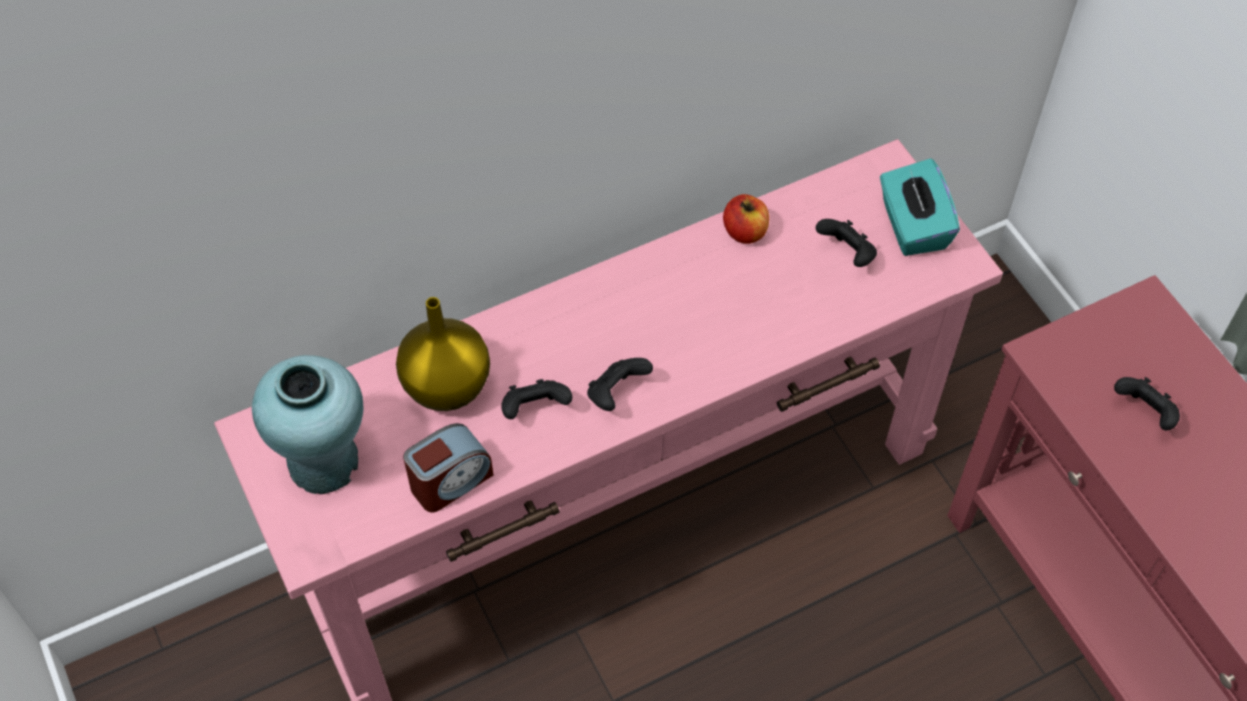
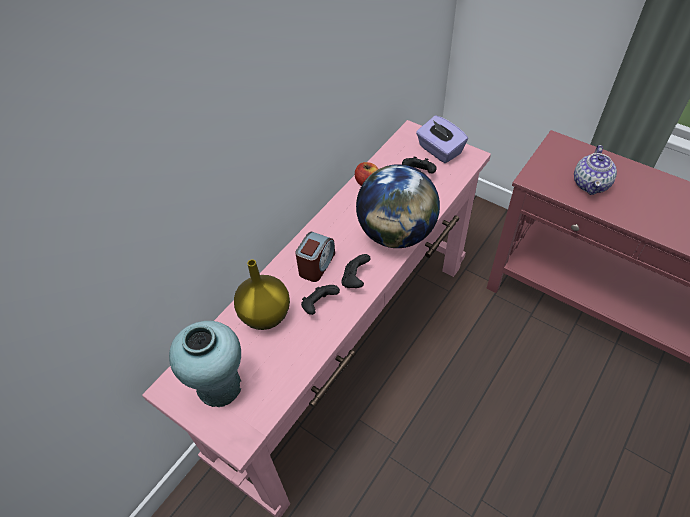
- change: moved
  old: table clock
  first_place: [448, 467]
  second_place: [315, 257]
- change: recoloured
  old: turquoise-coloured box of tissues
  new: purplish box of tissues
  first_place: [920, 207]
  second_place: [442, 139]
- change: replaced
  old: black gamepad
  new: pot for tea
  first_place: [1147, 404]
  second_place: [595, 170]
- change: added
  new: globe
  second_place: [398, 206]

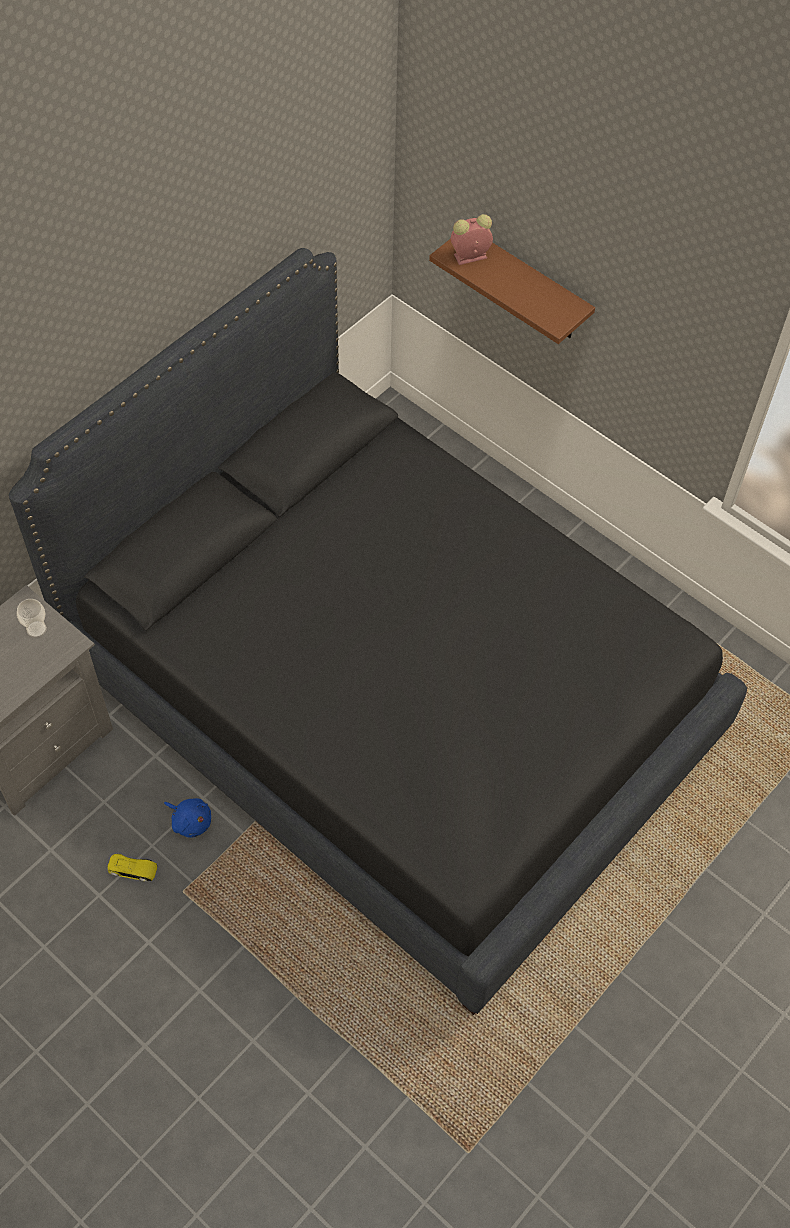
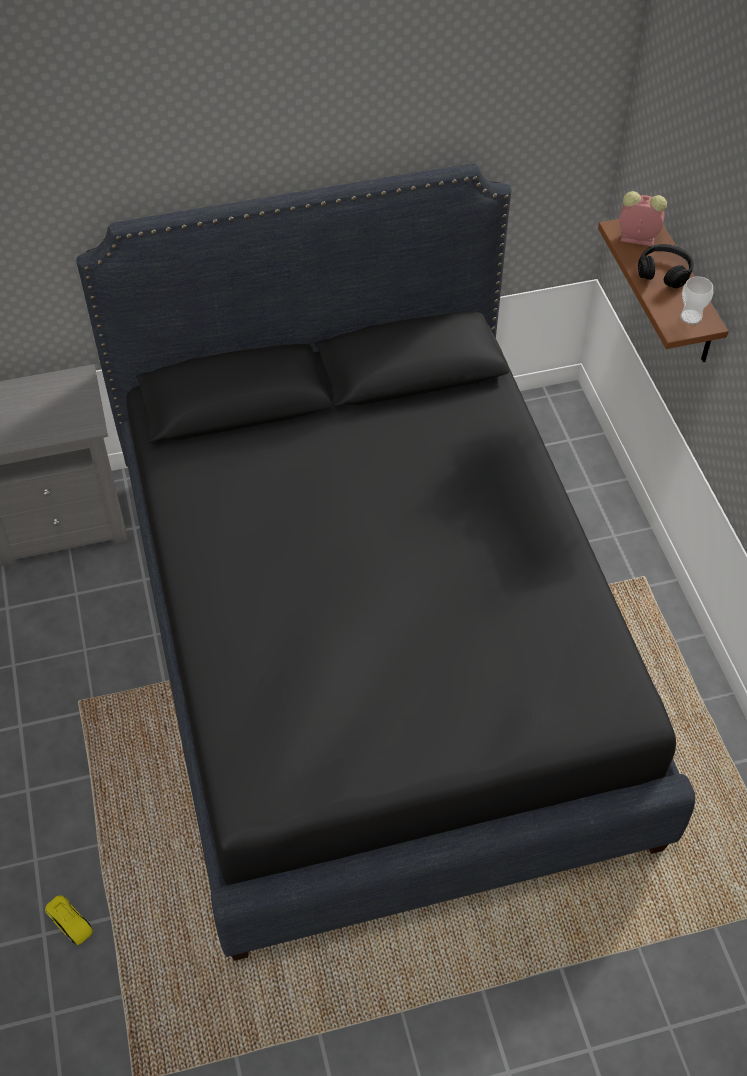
- change: moved
  old: drinking cup
  first_place: [32, 618]
  second_place: [696, 300]
- change: moved
  old: yellow model car
  first_place: [132, 867]
  second_place: [69, 920]
- change: removed
  old: blue-coloured soft toy
  first_place: [187, 817]
- change: added
  new: black pair of headphones
  second_place: [665, 266]

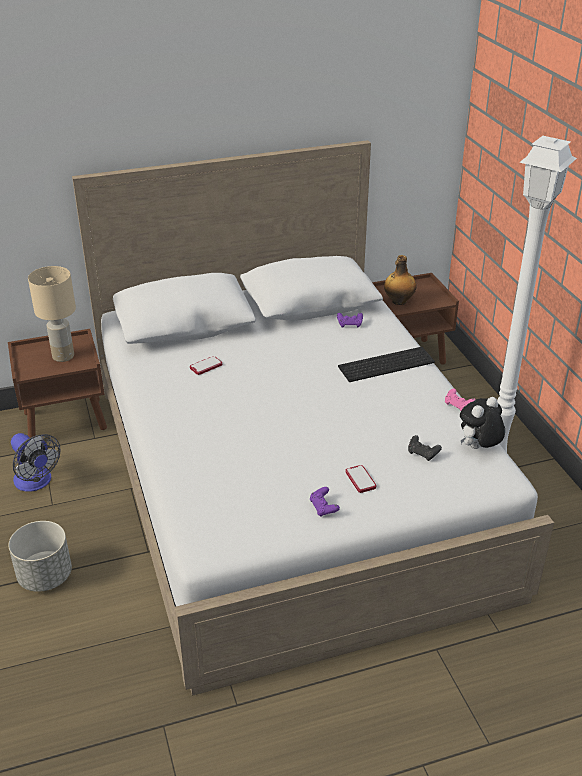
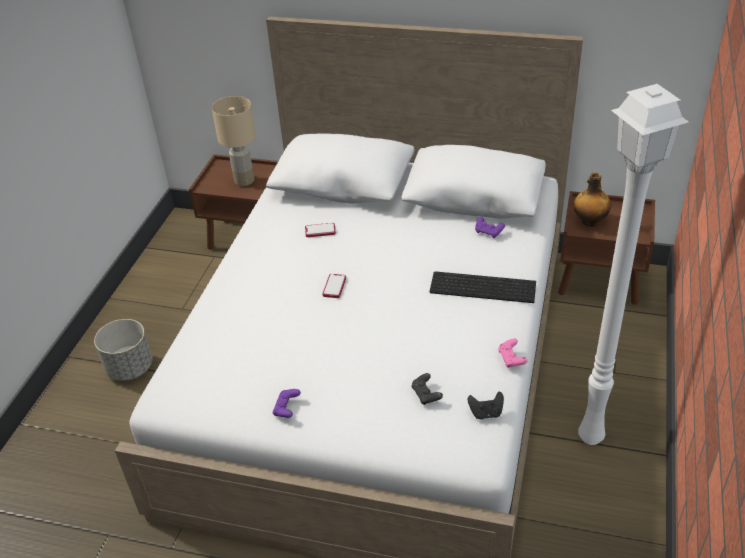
- change: removed
  old: cooling fan
  first_place: [36, 462]
- change: moved
  old: telephone
  first_place: [360, 479]
  second_place: [334, 286]
- change: replaced
  old: soft toy
  new: black gamepad
  first_place: [482, 423]
  second_place: [486, 405]

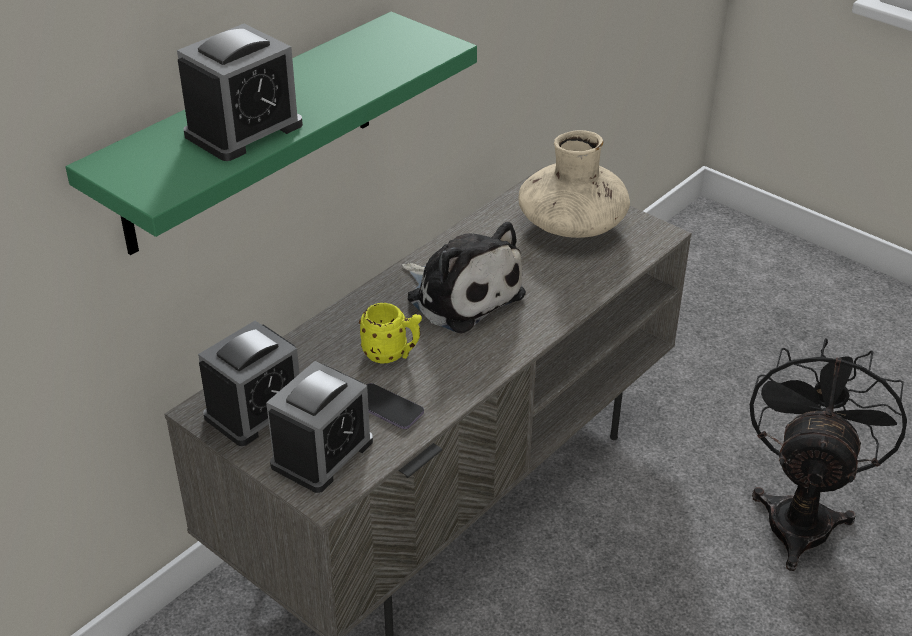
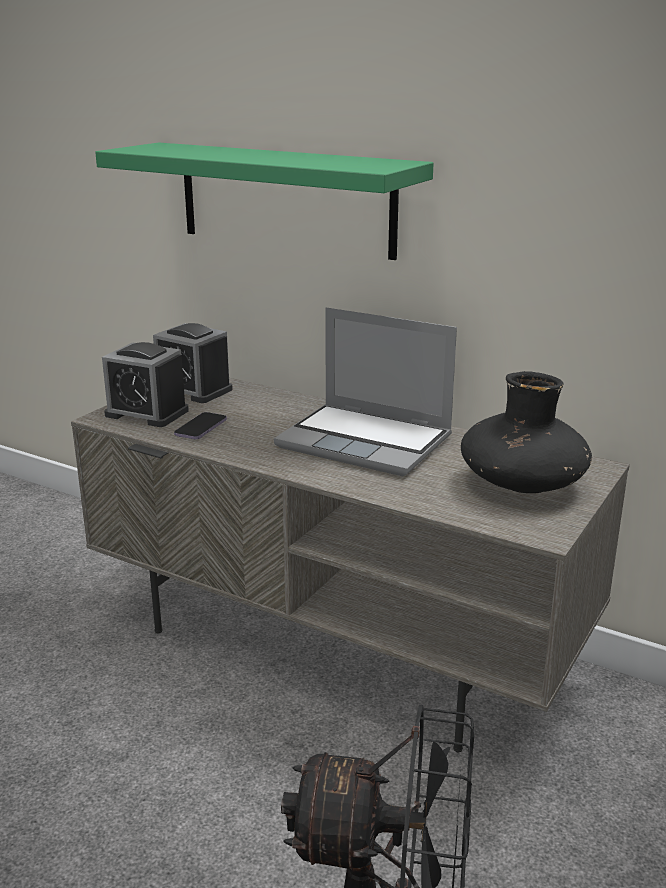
- change: removed
  old: table clock
  first_place: [240, 92]
- change: removed
  old: yellow coffee mug
  first_place: [390, 333]
- change: replaced
  old: soft toy
  new: laptop
  first_place: [464, 278]
  second_place: [365, 392]
- change: recoloured
  old: beige-coloured flower vase
  new: black flower vase
  first_place: [574, 184]
  second_place: [526, 432]

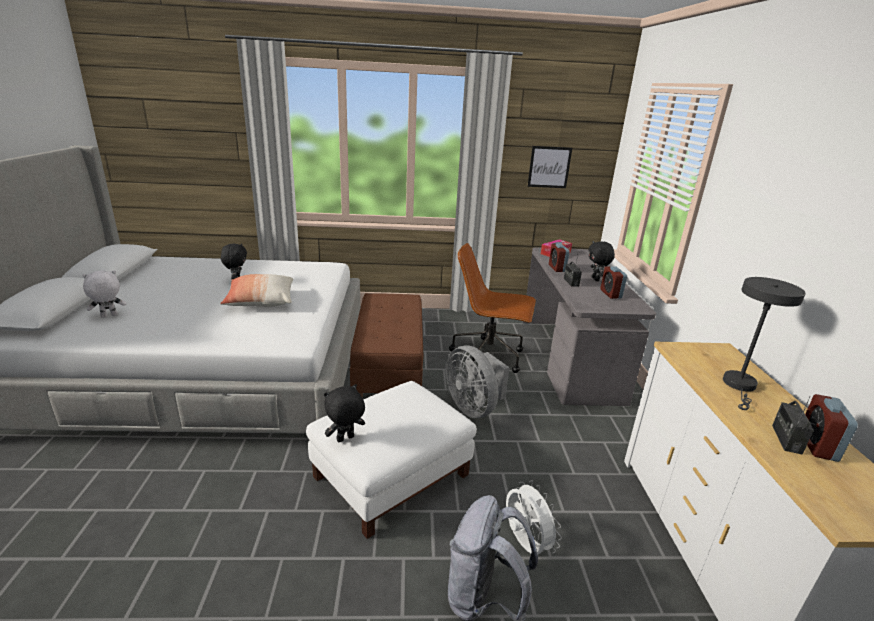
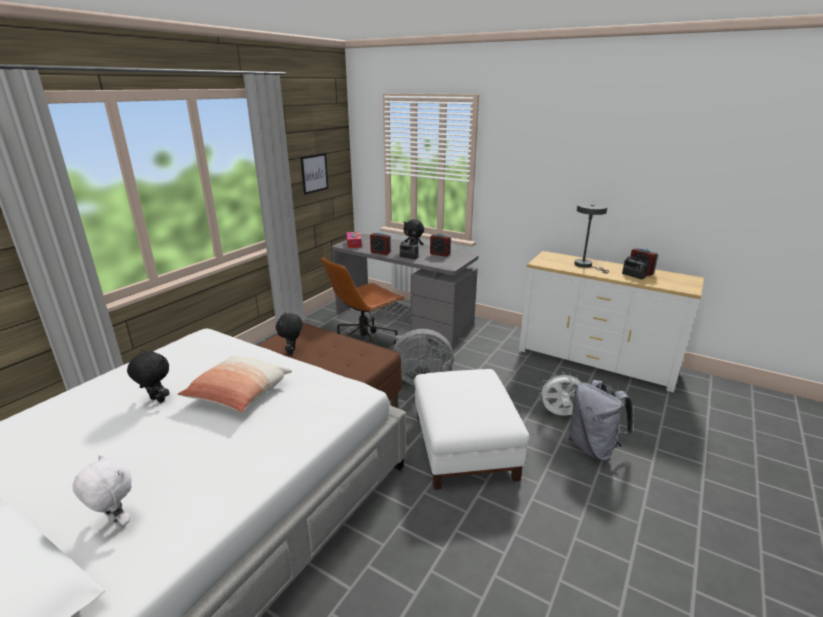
- change: turned
  old: whitish soft toy
  first_place: [104, 294]
  second_place: [102, 492]
  degrees: 120
- change: moved
  old: black soft toy
  first_place: [344, 413]
  second_place: [289, 333]

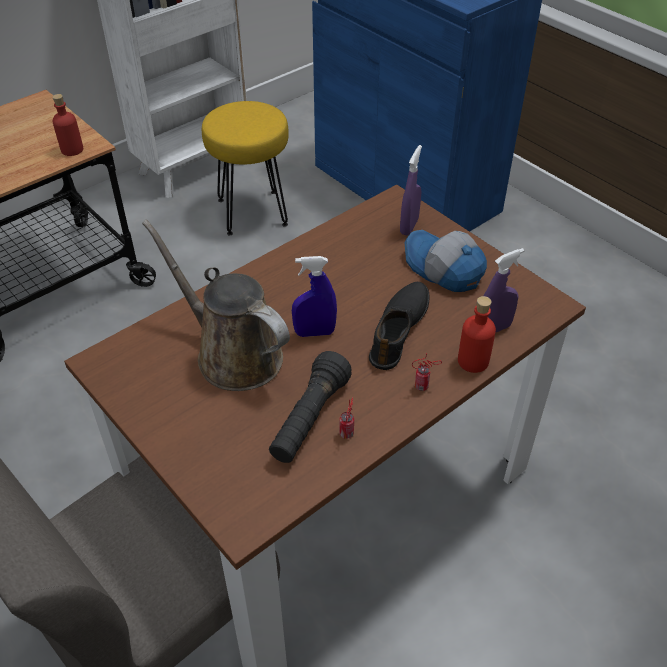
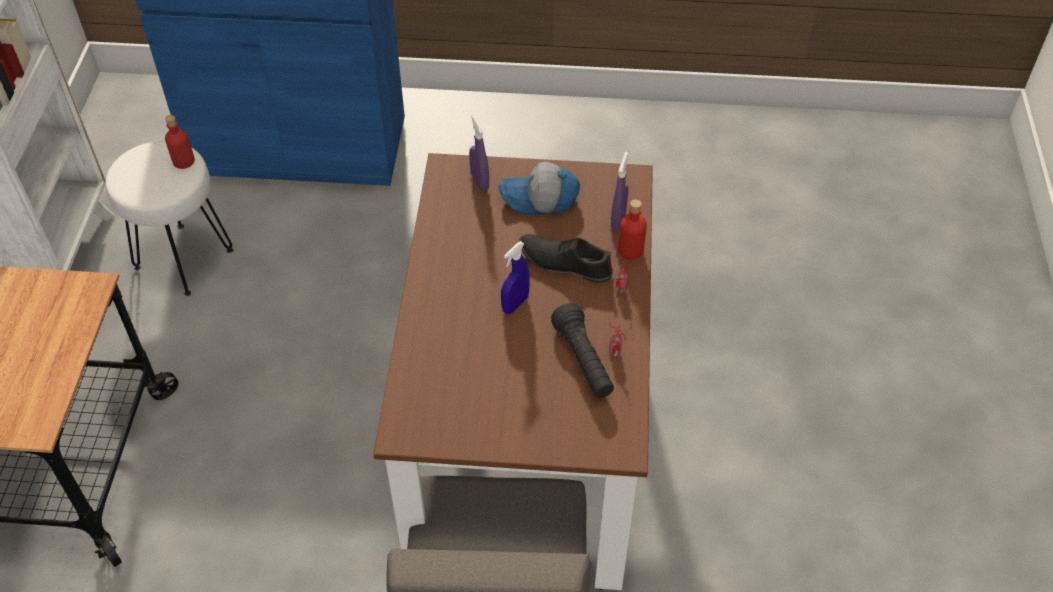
- change: moved
  old: reddish beverage bottle
  first_place: [67, 125]
  second_place: [180, 142]
- change: removed
  old: brown sprinkling can
  first_place: [216, 305]
- change: recoloured
  old: yellow sitting stool
  new: whitish sitting stool
  first_place: [245, 168]
  second_place: [169, 218]
- change: turned
  old: black low shoe
  first_place: [399, 326]
  second_place: [566, 258]
  degrees: -45

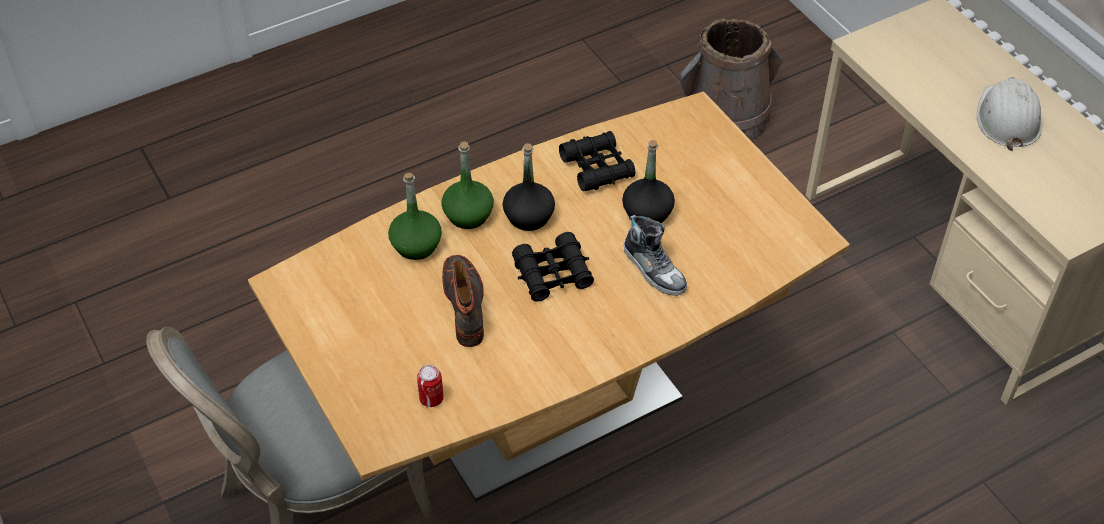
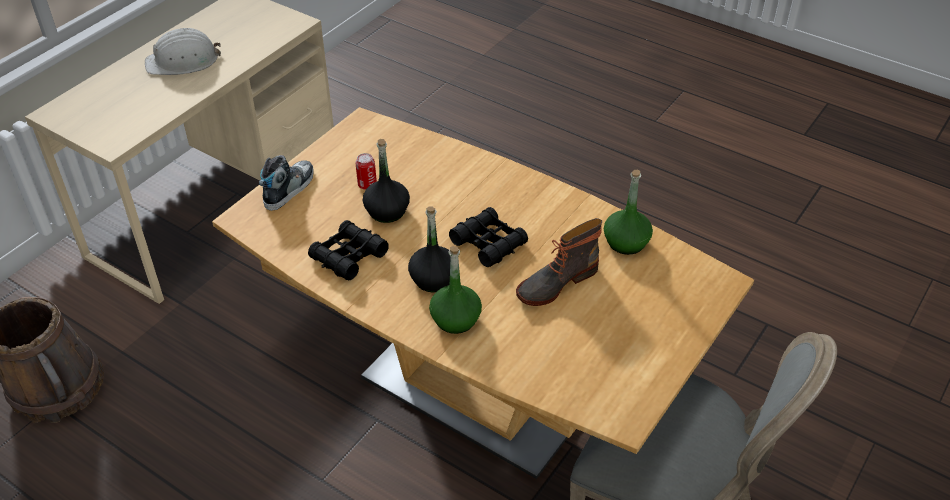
- change: moved
  old: green-coloured beverage bottle
  first_place: [415, 216]
  second_place: [628, 212]
- change: moved
  old: metal can
  first_place: [430, 386]
  second_place: [366, 171]
- change: moved
  old: low shoe
  first_place: [655, 255]
  second_place: [286, 183]

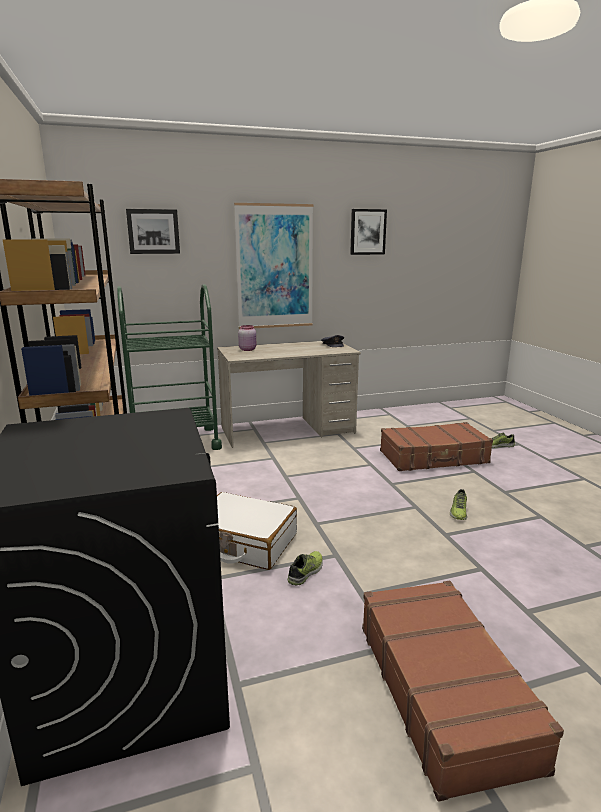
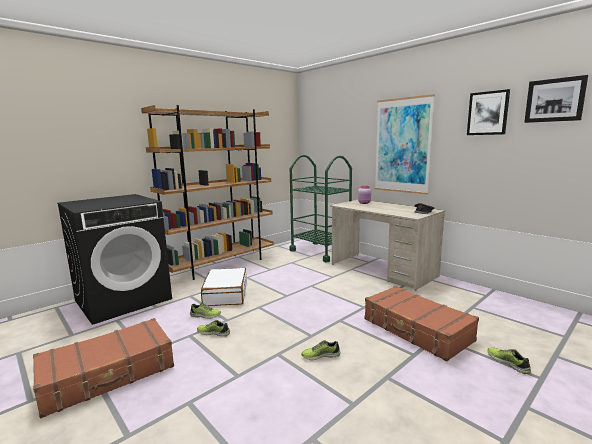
- change: moved
  old: wall picture
  first_place: [153, 231]
  second_place: [556, 99]
- change: added
  new: low shoe
  second_place: [213, 328]

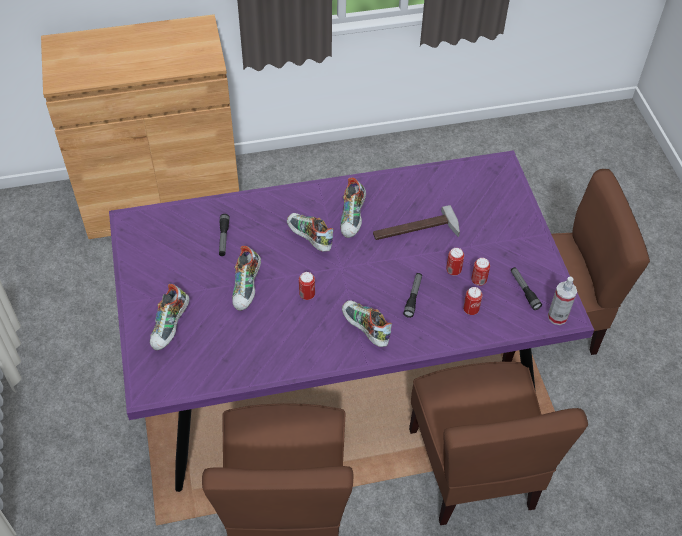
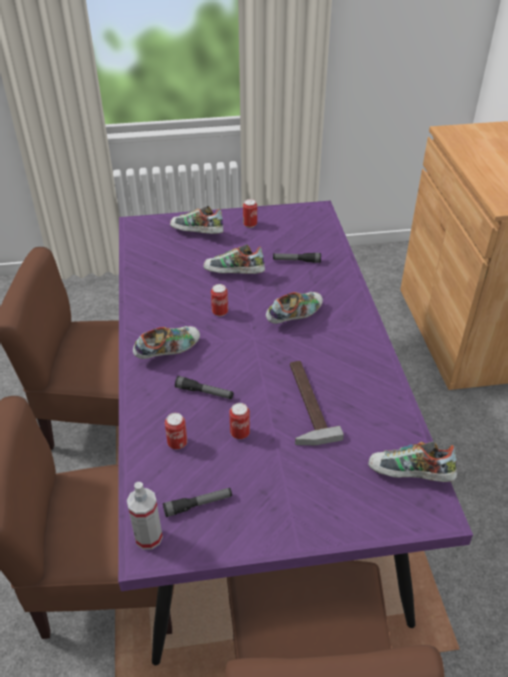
- change: moved
  old: low shoe
  first_place: [353, 208]
  second_place: [412, 462]
- change: moved
  old: metal can
  first_place: [480, 272]
  second_place: [250, 213]

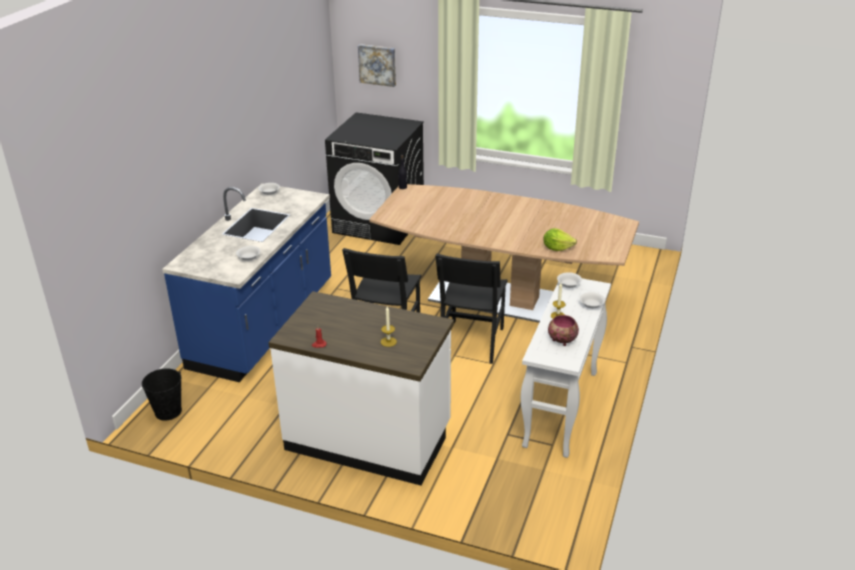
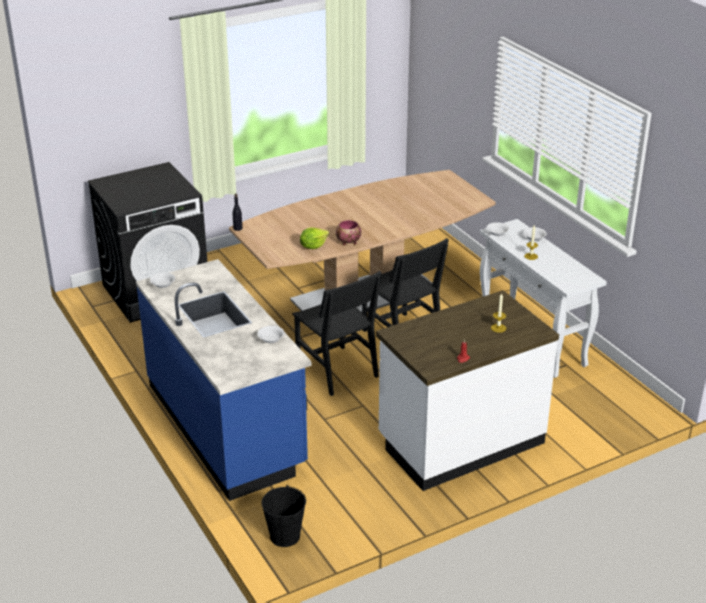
- change: removed
  old: wall picture
  first_place: [377, 65]
- change: moved
  old: lettuce head
  first_place: [560, 239]
  second_place: [314, 238]
- change: moved
  old: serving bowl
  first_place: [563, 330]
  second_place: [348, 232]

